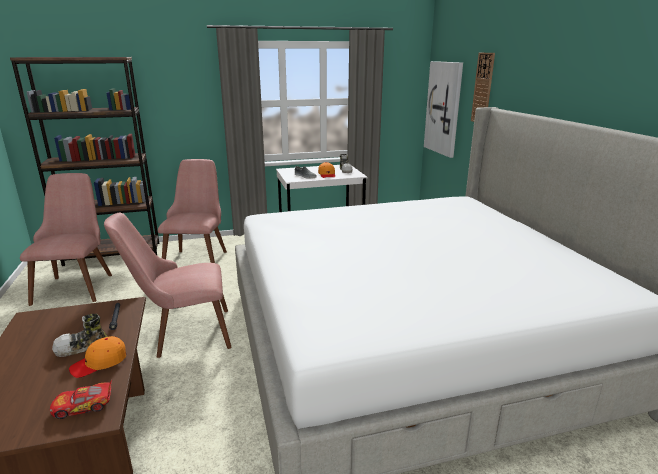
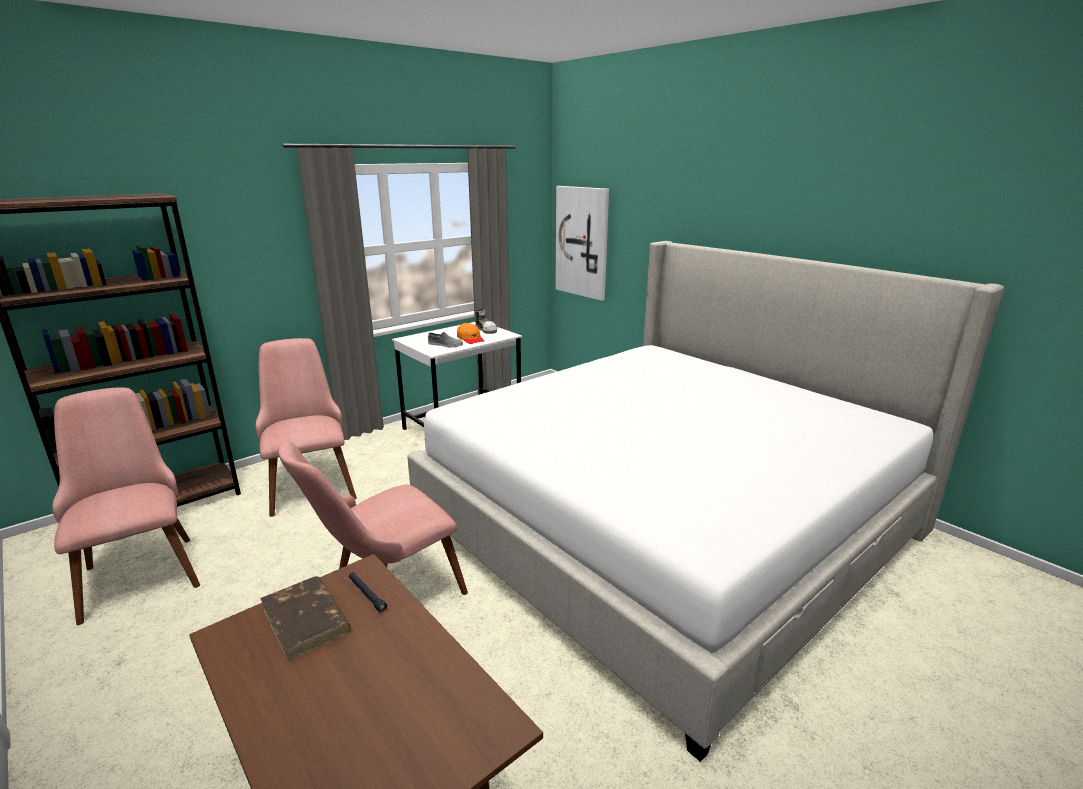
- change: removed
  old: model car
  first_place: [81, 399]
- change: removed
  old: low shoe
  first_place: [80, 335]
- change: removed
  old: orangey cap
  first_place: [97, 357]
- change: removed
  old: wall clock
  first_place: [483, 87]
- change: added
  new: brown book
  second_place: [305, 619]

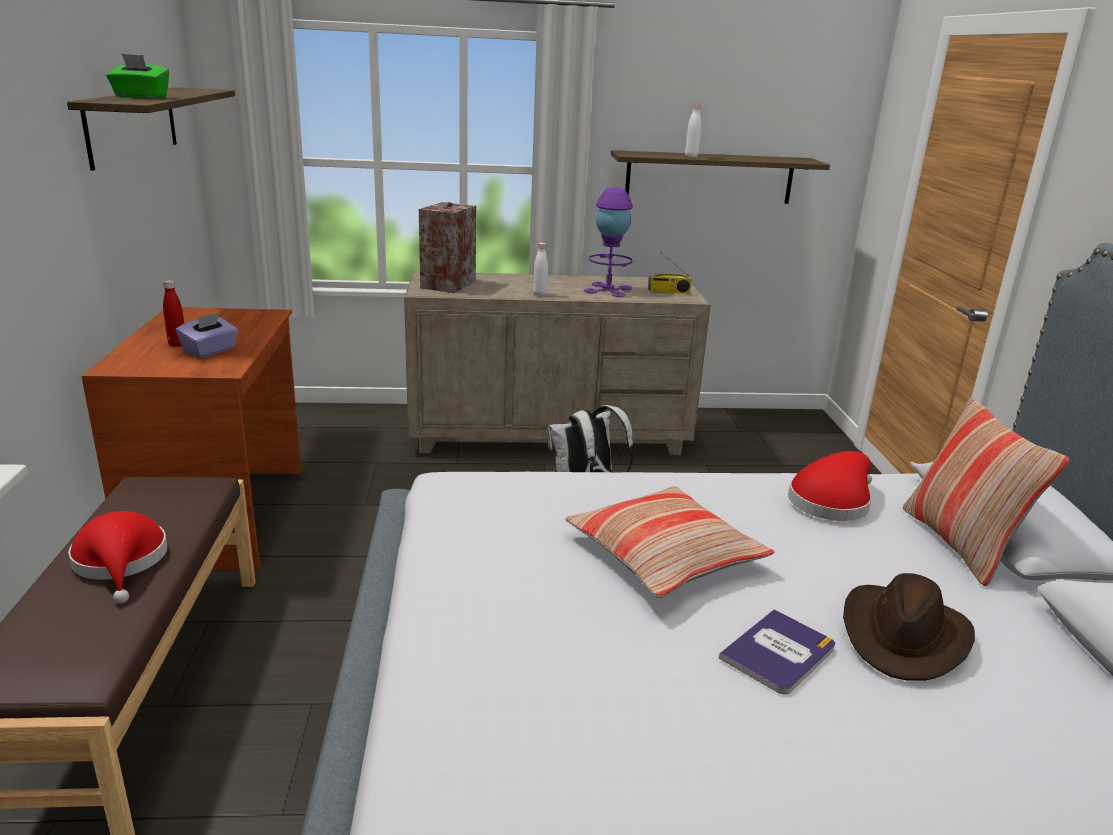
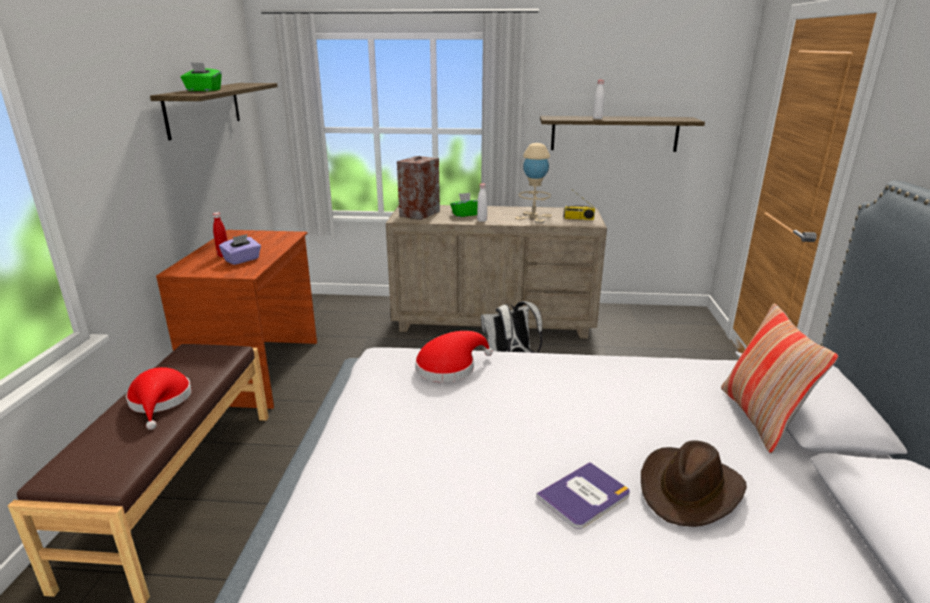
- change: removed
  old: throw pillow
  first_place: [669, 542]
- change: recoloured
  old: purplish table lamp
  new: beige-coloured table lamp
  first_place: [608, 242]
  second_place: [533, 183]
- change: moved
  old: reddish hat
  first_place: [830, 486]
  second_place: [454, 356]
- change: added
  new: green-coloured box of tissues
  second_place: [464, 205]

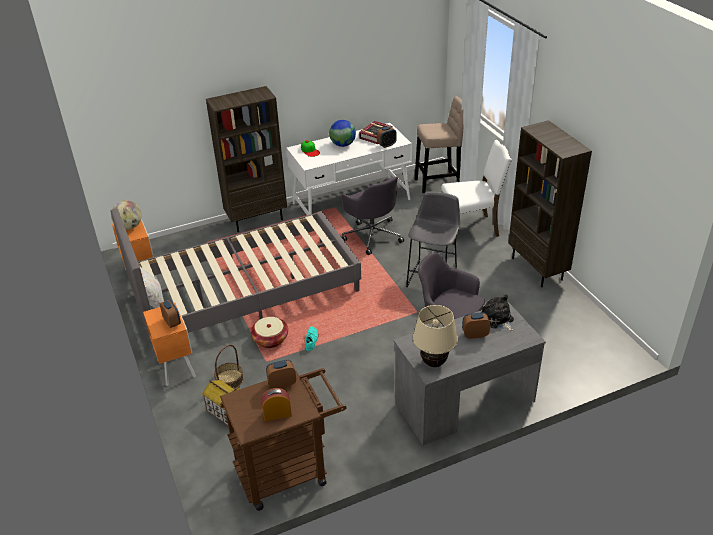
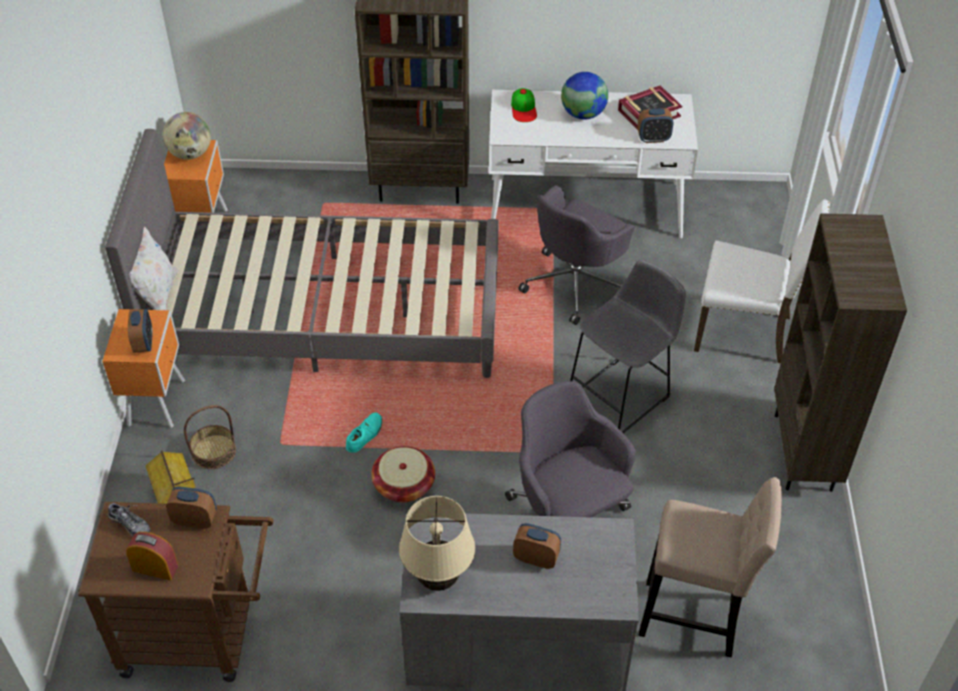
- change: moved
  old: basket
  first_place: [269, 332]
  second_place: [403, 474]
- change: turned
  old: gray computer chair
  first_place: [372, 216]
  second_place: [577, 255]
  degrees: 45
- change: moved
  old: beige-coloured sitting stool
  first_place: [439, 144]
  second_place: [710, 567]
- change: removed
  old: soft toy
  first_place: [497, 313]
- change: added
  new: low shoe
  second_place: [129, 519]

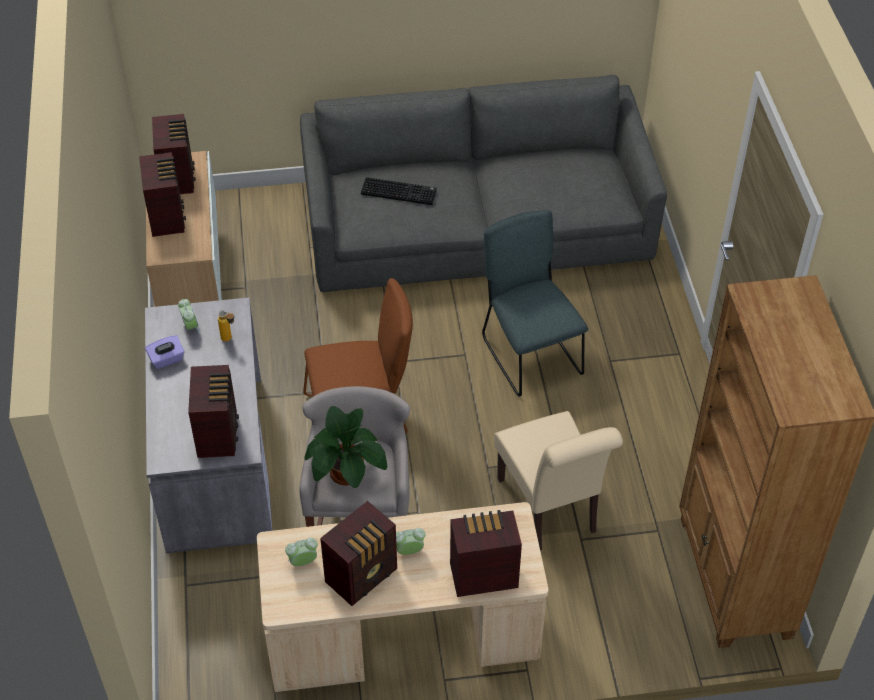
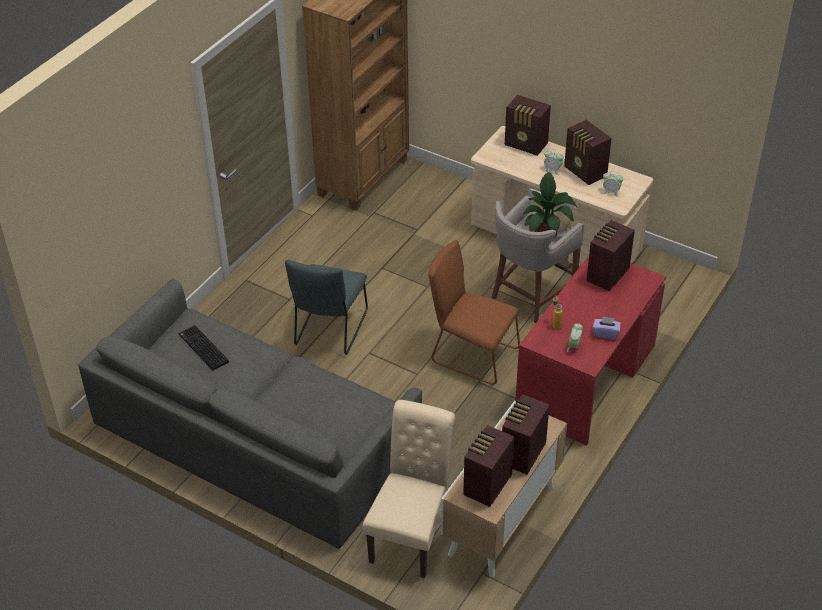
- change: recoloured
  old: gray desk unit
  new: reddish desk unit
  first_place: [209, 425]
  second_place: [590, 350]
- change: turned
  old: radio receiver
  first_place: [358, 553]
  second_place: [588, 152]
  degrees: -120
- change: moved
  old: computer keyboard
  first_place: [399, 191]
  second_place: [204, 347]
- change: moved
  old: beige-coloured upright chair
  first_place: [558, 480]
  second_place: [409, 489]

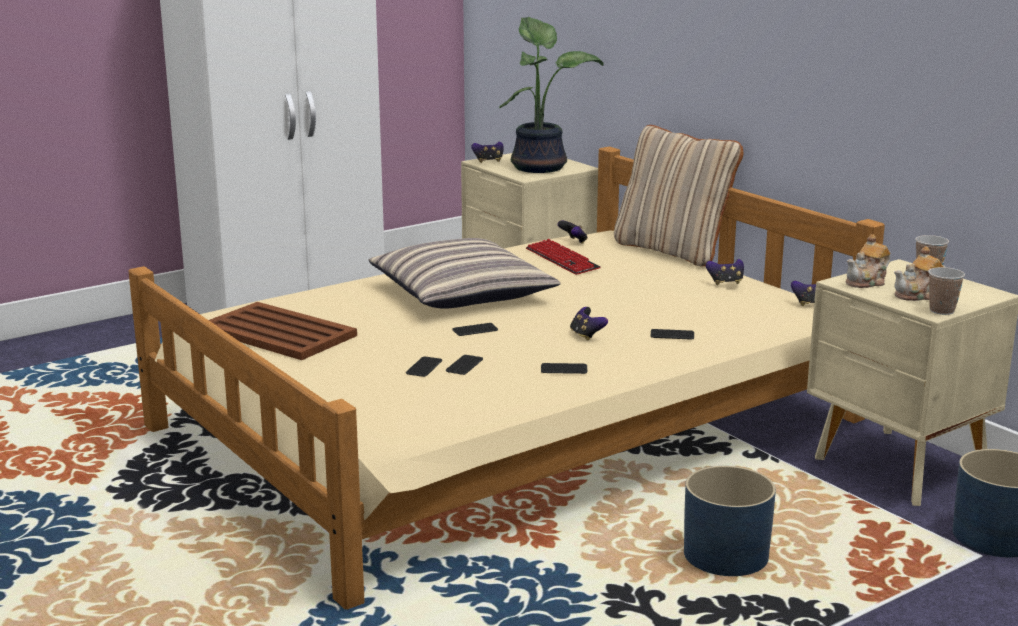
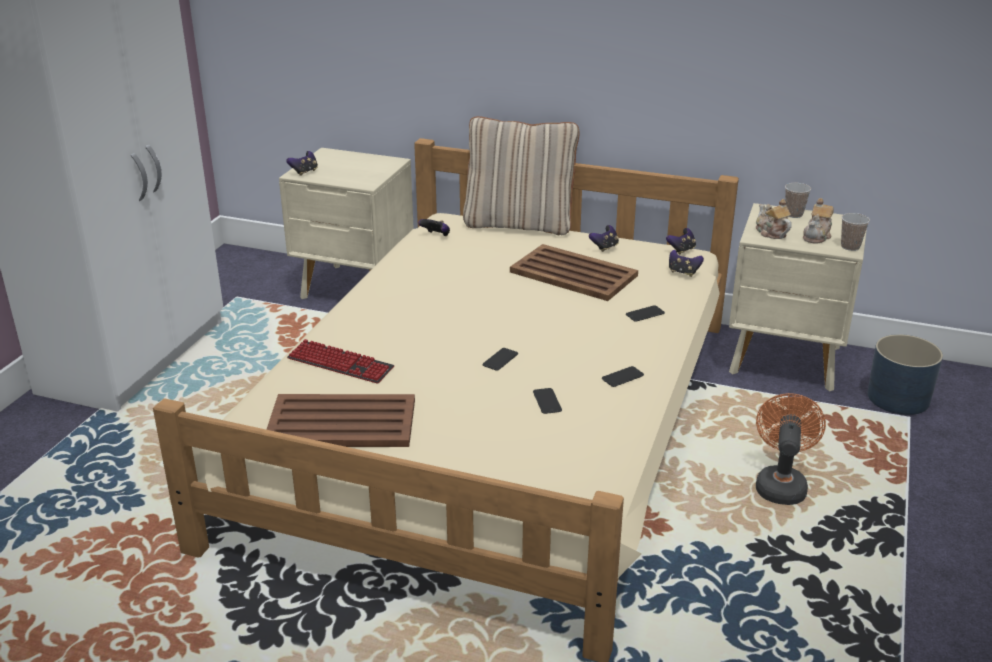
- change: removed
  old: throw pillow
  first_place: [464, 273]
- change: removed
  old: telephone
  first_place: [424, 367]
- change: removed
  old: potted plant
  first_place: [551, 95]
- change: moved
  old: computer keyboard
  first_place: [563, 257]
  second_place: [340, 361]
- change: moved
  old: gamepad
  first_place: [589, 324]
  second_place: [686, 263]
- change: replaced
  old: blue-coloured flower pot
  new: orangey cooling fan
  first_place: [730, 521]
  second_place: [791, 449]
- change: turned
  old: pot for tea
  first_place: [868, 261]
  second_place: [774, 219]
  degrees: 135
- change: added
  new: brown carrying tray
  second_place: [574, 272]

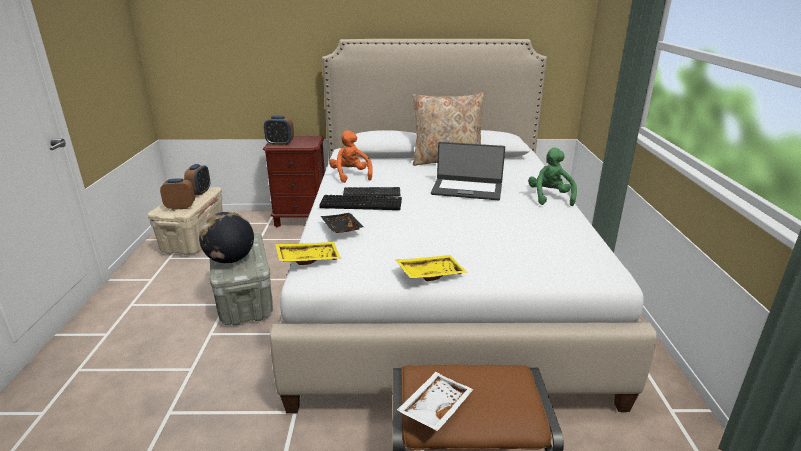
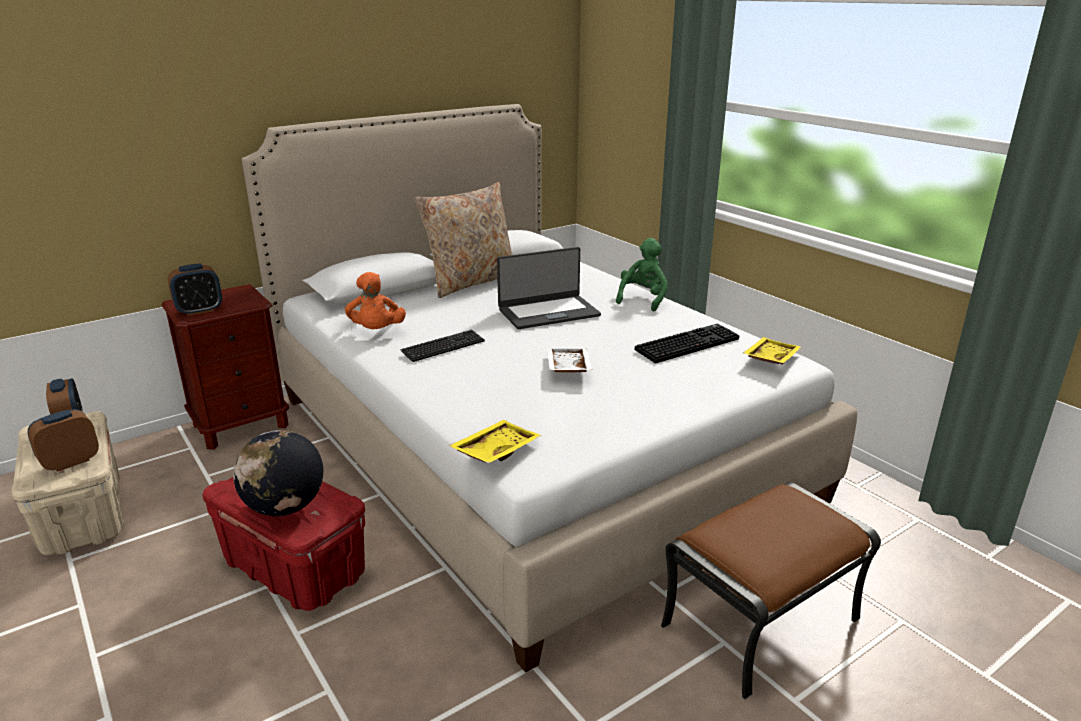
- change: recoloured
  old: gray storage box
  new: reddish storage box
  first_place: [241, 279]
  second_place: [284, 544]
- change: moved
  old: computer keyboard
  first_place: [360, 202]
  second_place: [687, 343]
- change: removed
  old: black carrying tray
  first_place: [342, 223]
- change: turned
  old: orangey soft toy
  first_place: [351, 156]
  second_place: [375, 300]
  degrees: -135
- change: moved
  old: yellow carrying tray
  first_place: [431, 268]
  second_place: [772, 351]
- change: moved
  old: whitish carrying tray
  first_place: [435, 401]
  second_place: [570, 360]
- change: turned
  old: green-coloured soft toy
  first_place: [552, 177]
  second_place: [642, 274]
  degrees: 60

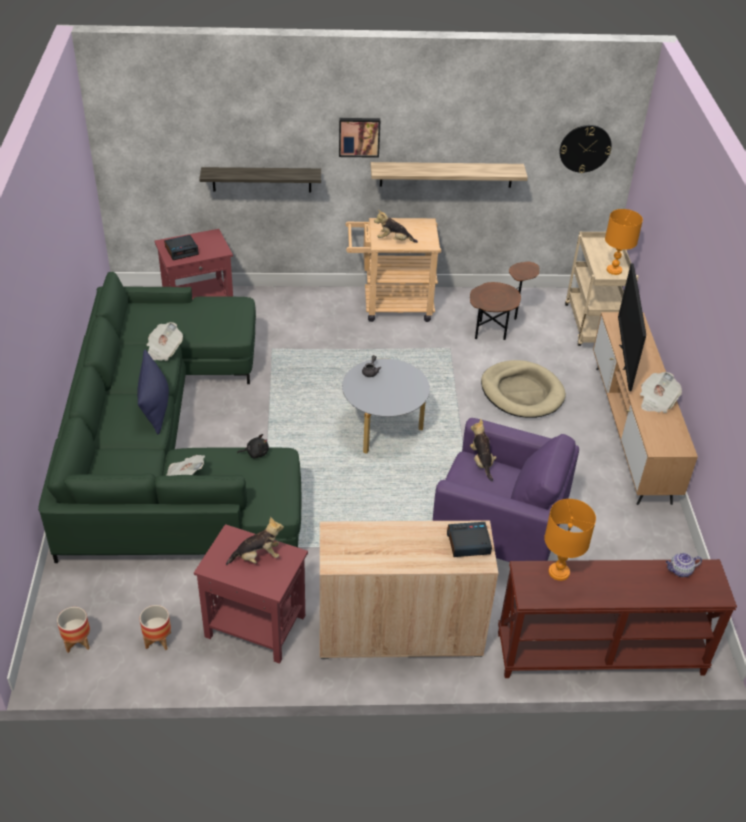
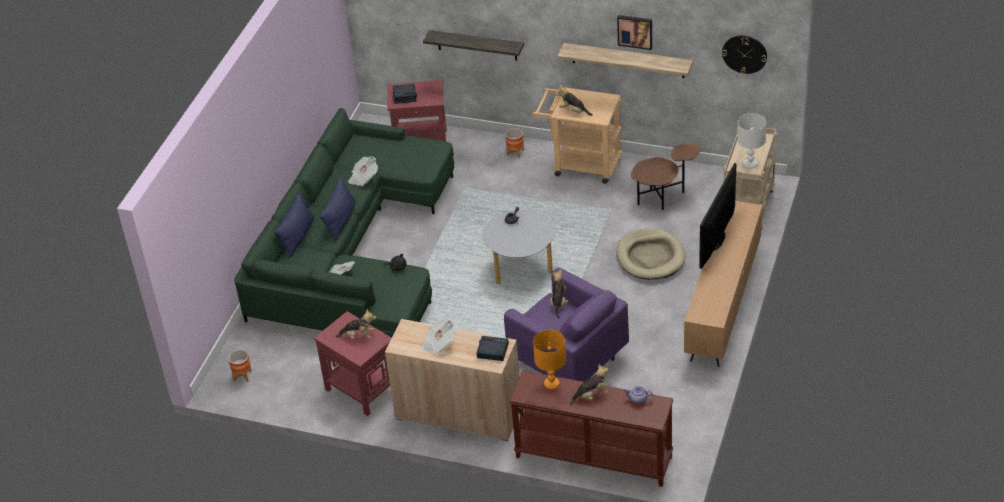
- change: moved
  old: flower pot
  first_place: [155, 627]
  second_place: [514, 143]
- change: moved
  old: wall picture
  first_place: [359, 138]
  second_place: [634, 32]
- change: recoloured
  old: orangey table lamp
  new: whitish table lamp
  first_place: [624, 242]
  second_place: [751, 141]
- change: moved
  old: newspaper
  first_place: [661, 392]
  second_place: [438, 337]
- change: added
  new: blue-coloured throw pillow
  second_place: [294, 225]
- change: added
  new: soft toy
  second_place: [589, 384]

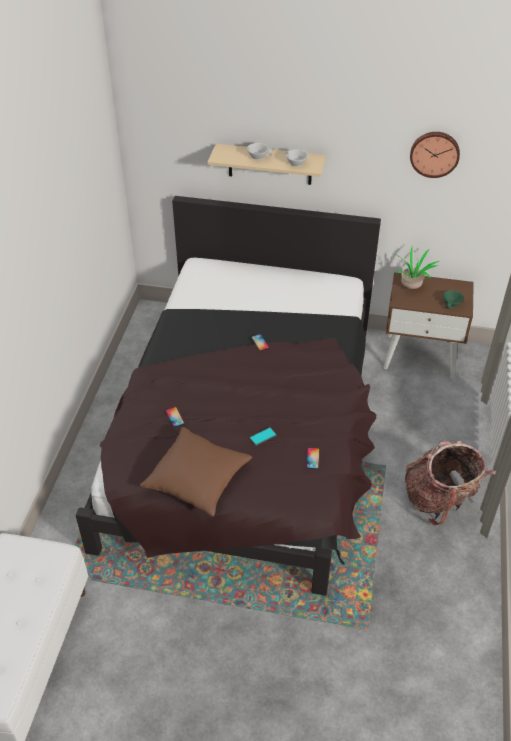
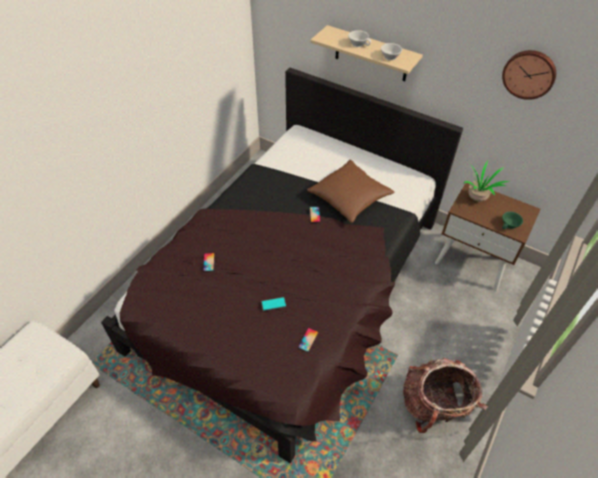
- change: moved
  old: brown throw pillow
  first_place: [196, 471]
  second_place: [350, 191]

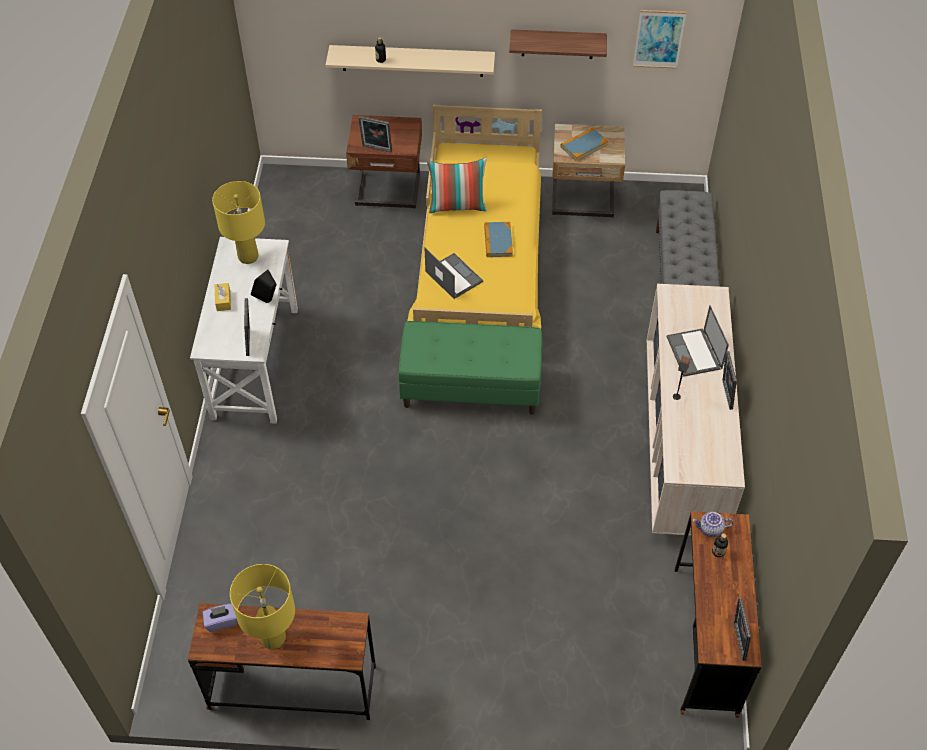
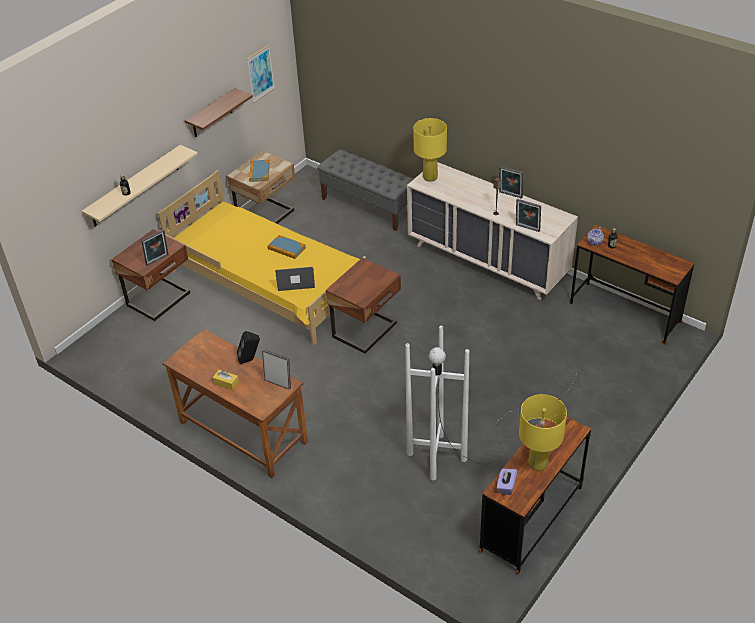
- change: recoloured
  old: whitish desk unit
  new: brown desk unit
  first_place: [244, 330]
  second_place: [235, 403]
- change: moved
  old: yellow table lamp
  first_place: [238, 222]
  second_place: [430, 150]
- change: replaced
  old: green-coloured bench
  new: brown bedside table
  first_place: [470, 368]
  second_place: [363, 306]
- change: removed
  old: throw pillow
  first_place: [457, 185]
- change: removed
  old: laptop
  first_place: [698, 341]
- change: moved
  old: picture frame
  first_place: [742, 629]
  second_place: [528, 215]
- change: added
  new: whitish standard lamp
  second_place: [491, 403]

